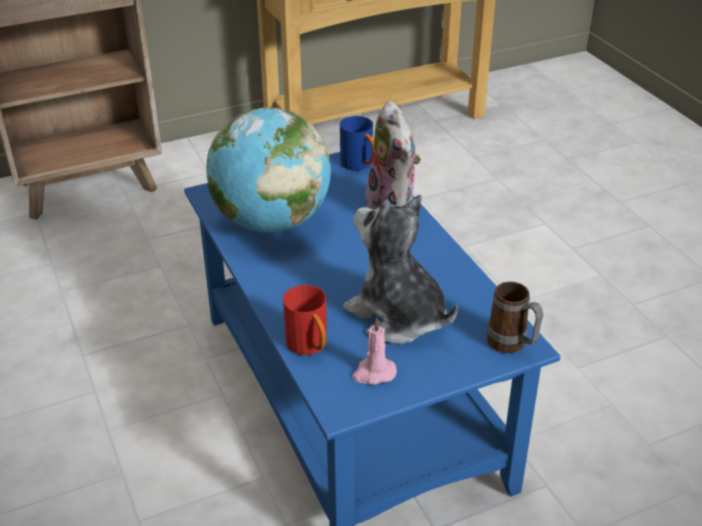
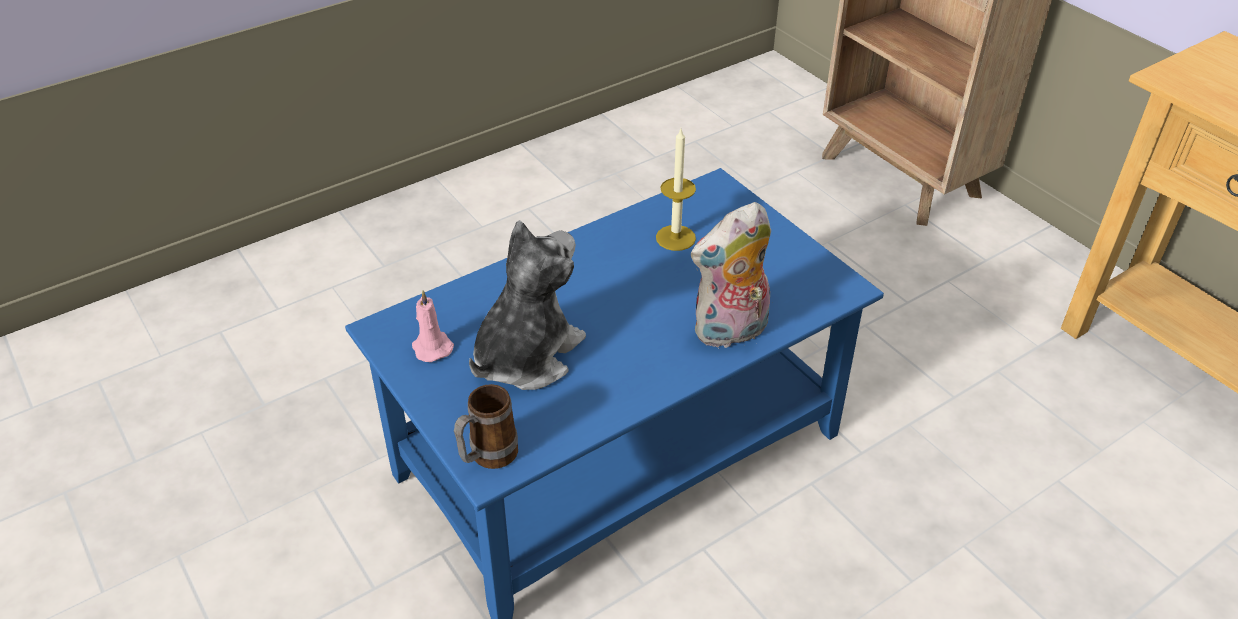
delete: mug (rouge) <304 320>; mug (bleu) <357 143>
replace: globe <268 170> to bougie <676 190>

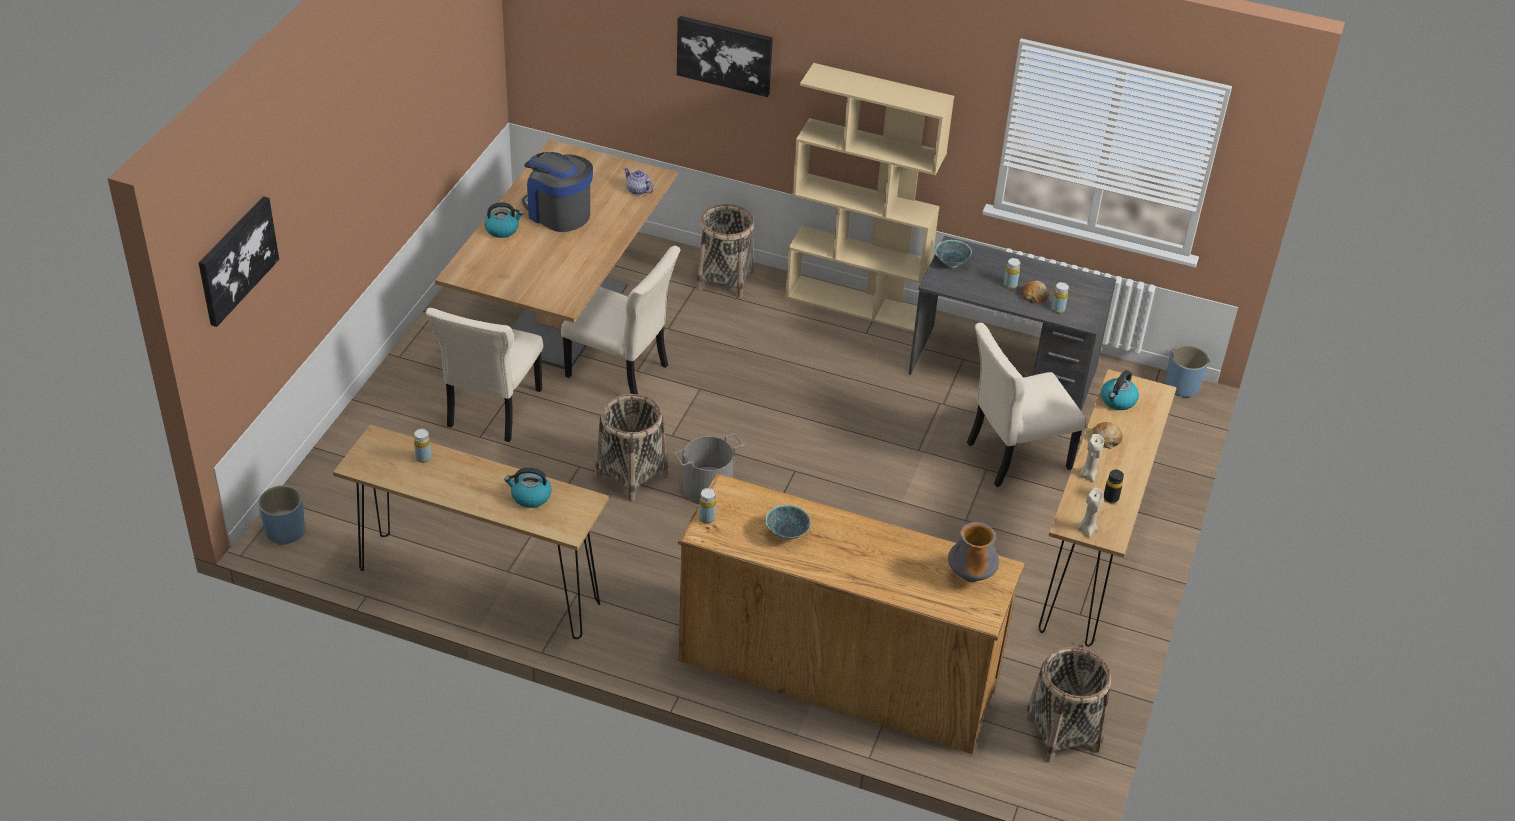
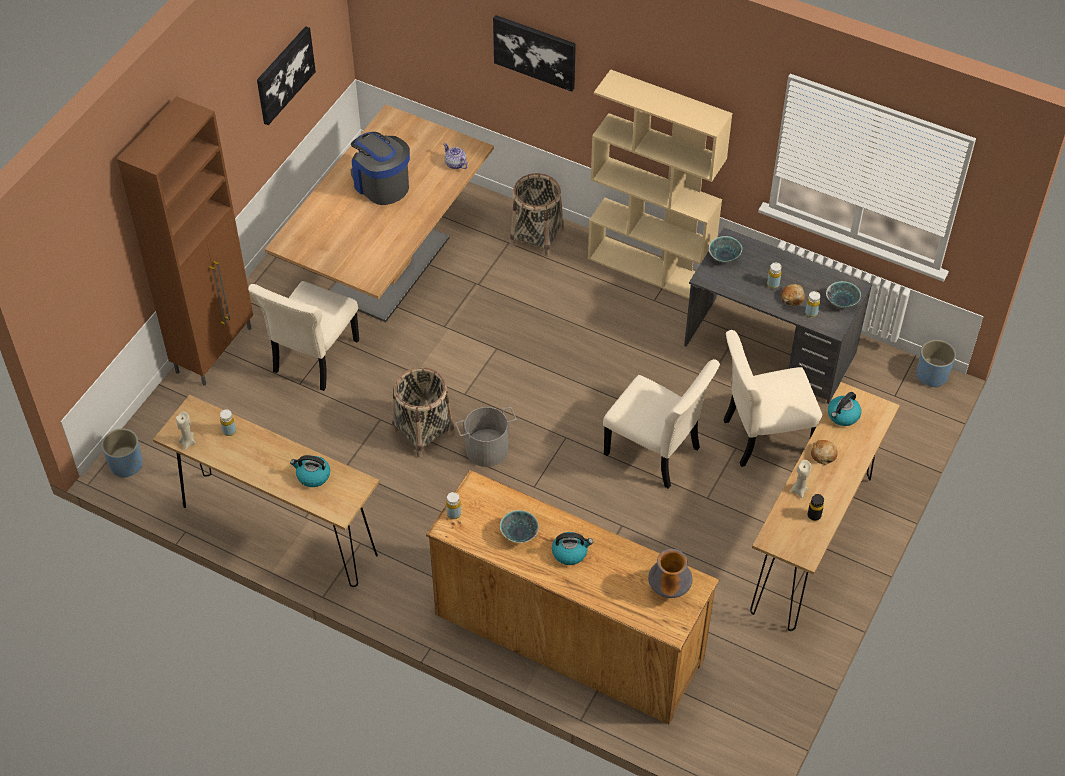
delete: panier <1067 704>
insert: meuble de rangement (marron) <185 241>; bol <843 294>
move: tableau <239 261> to <286 75>; bouilloire <504 220> to <572 548>; chaise (beige) <620 320> to <661 424>; bougie (beige) <1091 512> to <186 431>

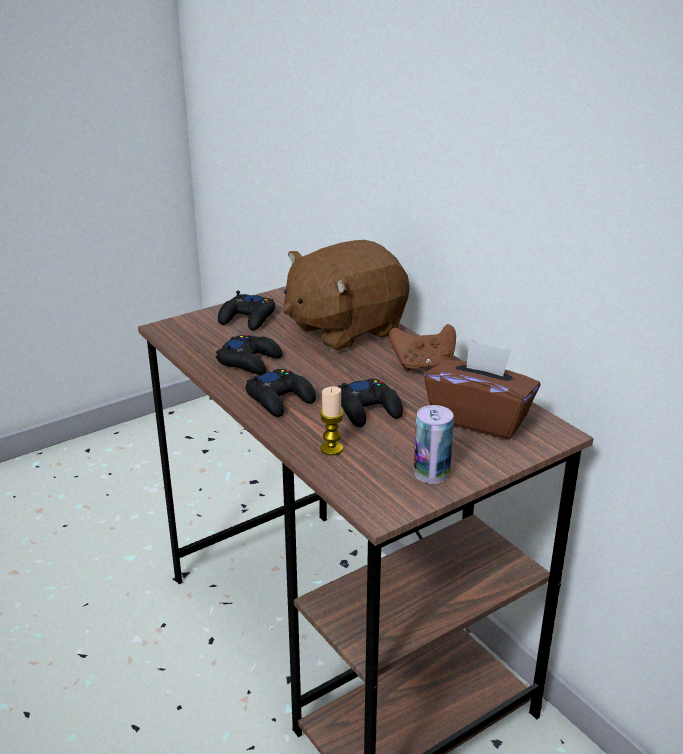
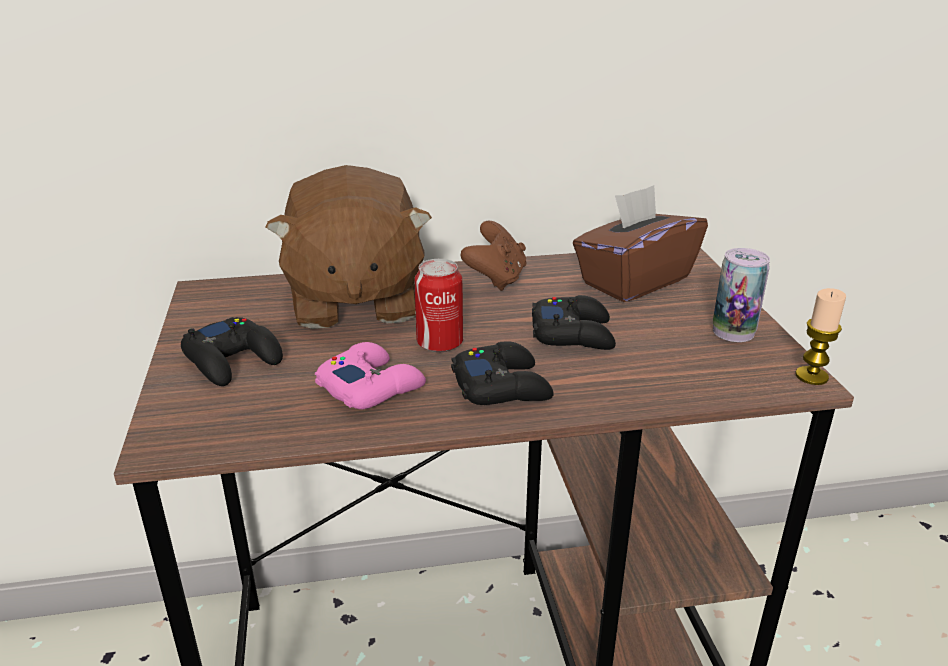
insert: boîte métallique <439 305>
move: bougie <332 421> to <820 336>
recolor: manette (noir) <249 355> to manette (rose) <370 375>

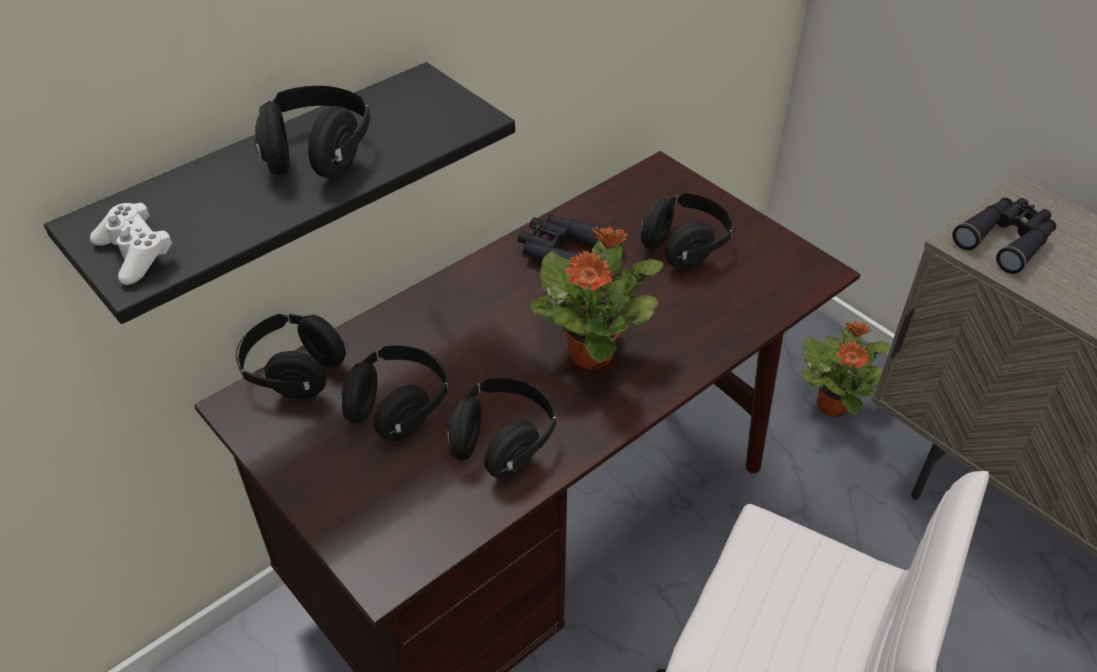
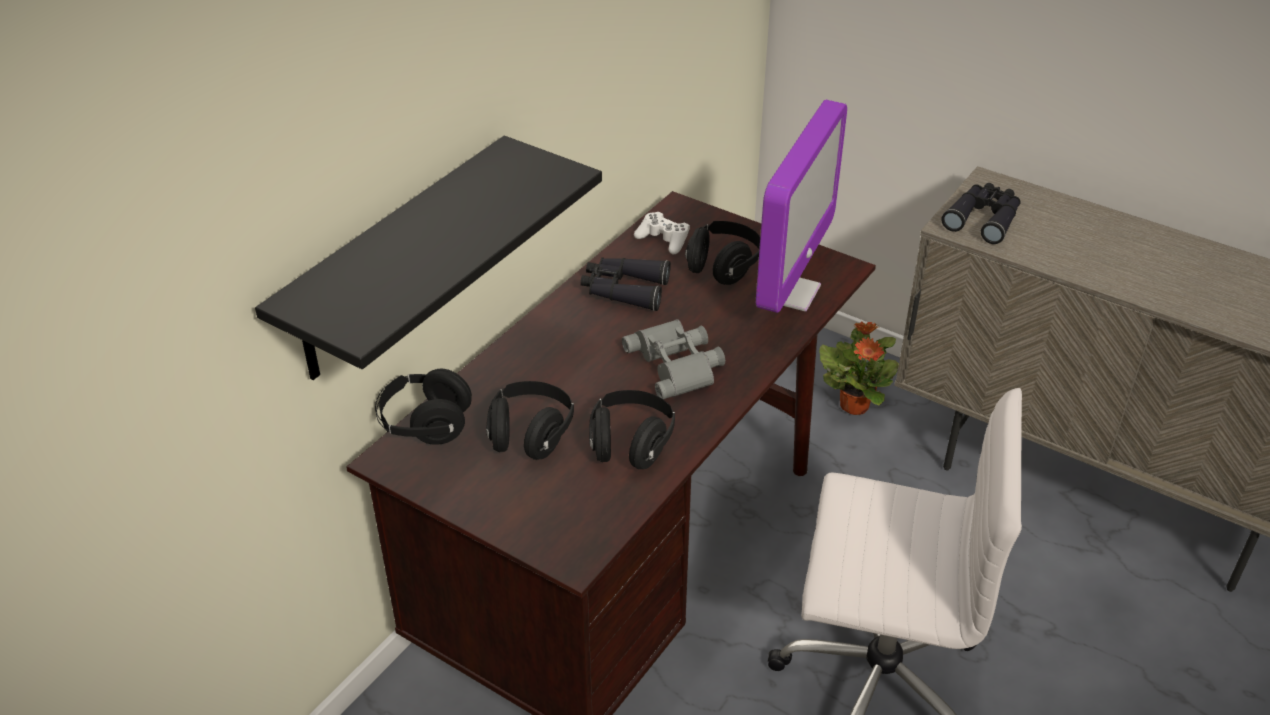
delete: casque audio (noir) <312 132>
insert: écran d'ordinateur <801 206>
move: manette (blanc) <131 244> to <662 233>
replace: plante en pot <597 298> to jumelles (gris) <673 359>

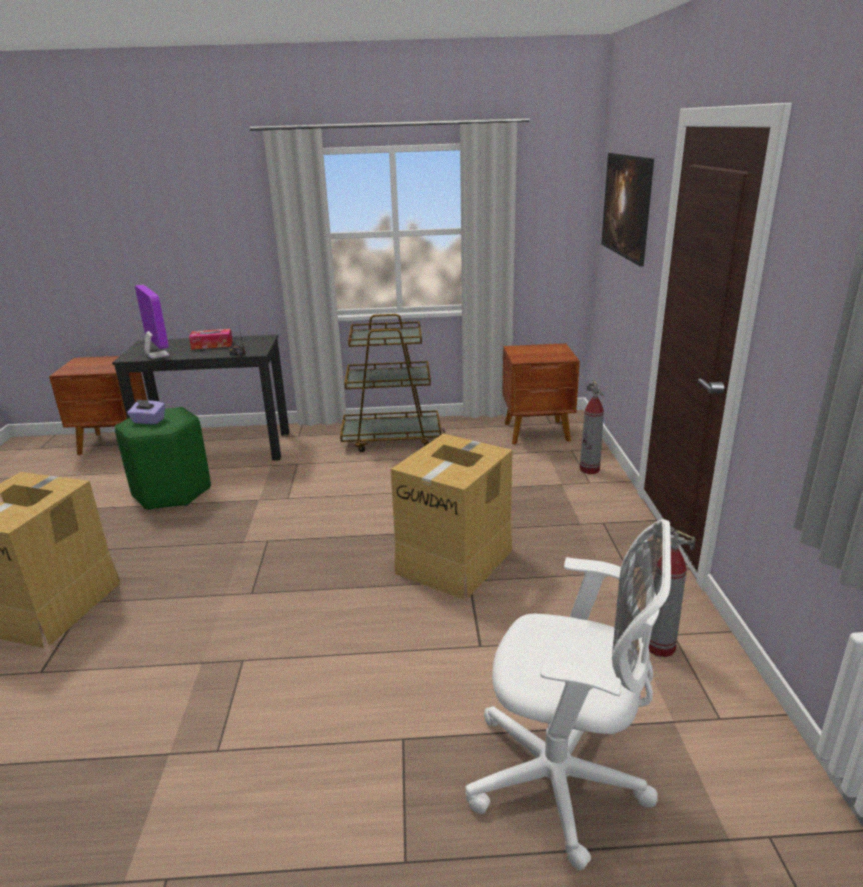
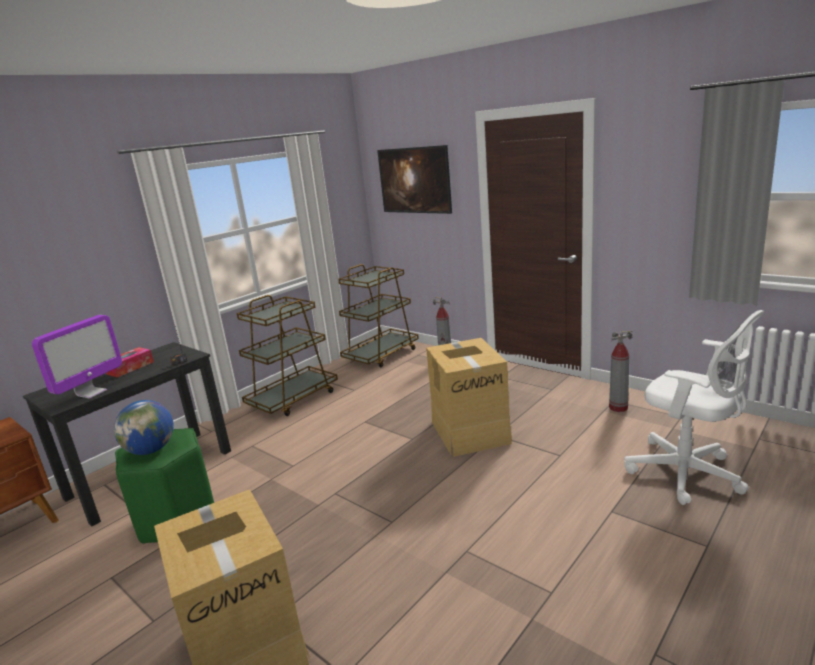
replace: boîte à mouchoirs (violet) <146 411> to globe <144 427>; table de chevet (marron) <541 394> to chariot (marron) <378 315>
rotate: écran d'ordinateur <152 322> = <77 357> 105 degrees clockwise; chaise de bureau (blanc) <568 694> = <694 407> 75 degrees clockwise

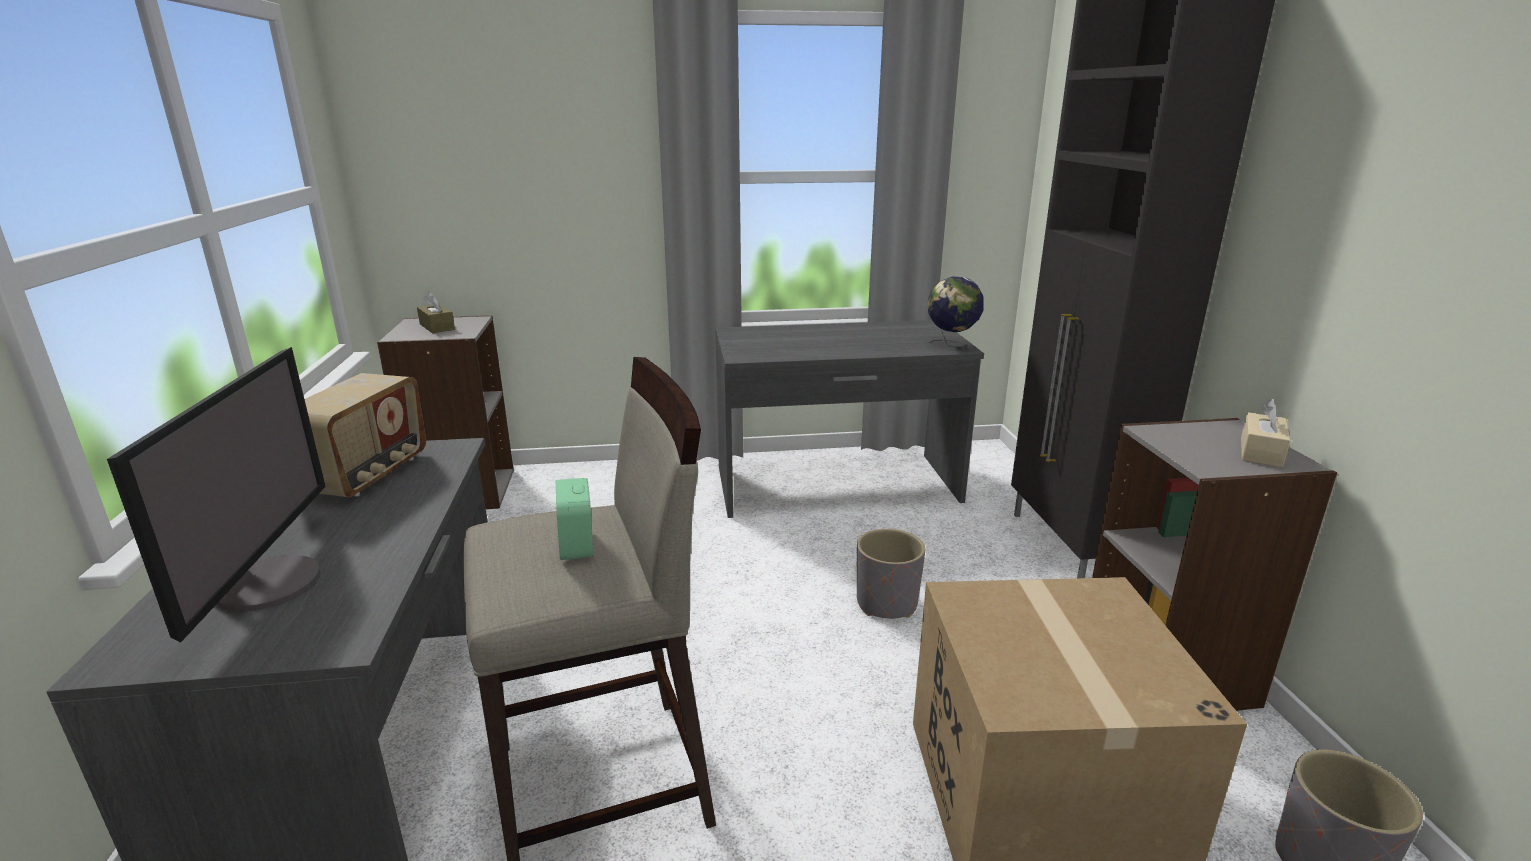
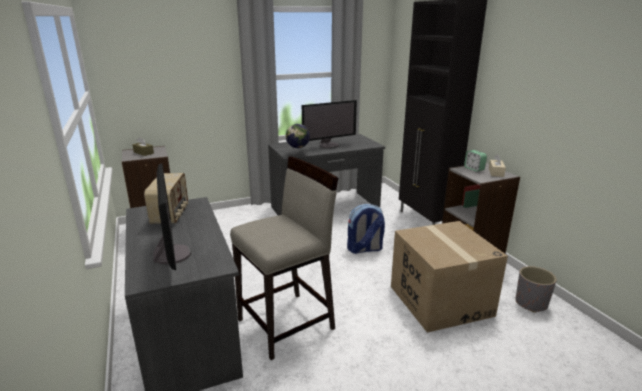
insert: écran d'ordinateur <329 124>
move: réveil <574 519> to <475 161>; globe <956 312> to <298 139>
replace: cache-pot (gris) <891 574> to sac à dos <366 229>

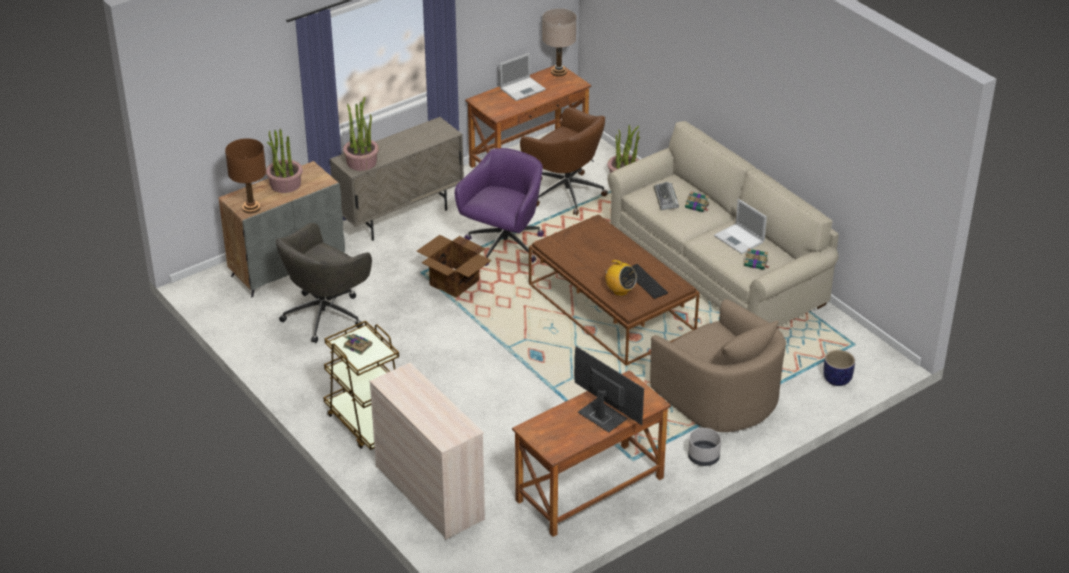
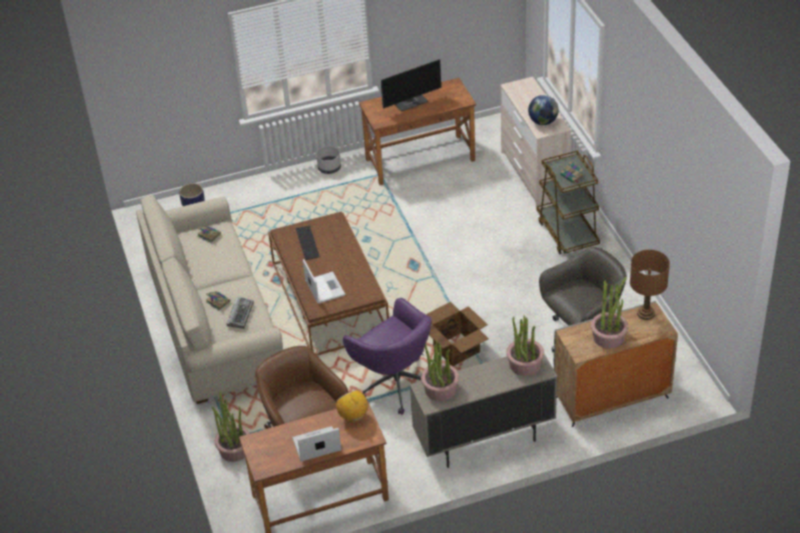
delete: lampe de table (beige) <559 42>; fauteuil (beige) <718 365>
insert: plante en pot <440 370>; globe <543 110>
move: radio <620 278> to <352 406>; ordinateur portable <740 226> to <324 281>
rotate: chaise de bureau (violet) <499 207> = <387 356> 90 degrees counterclockwise; écran d'ordinateur <609 389> = <411 85> 90 degrees counterclockwise

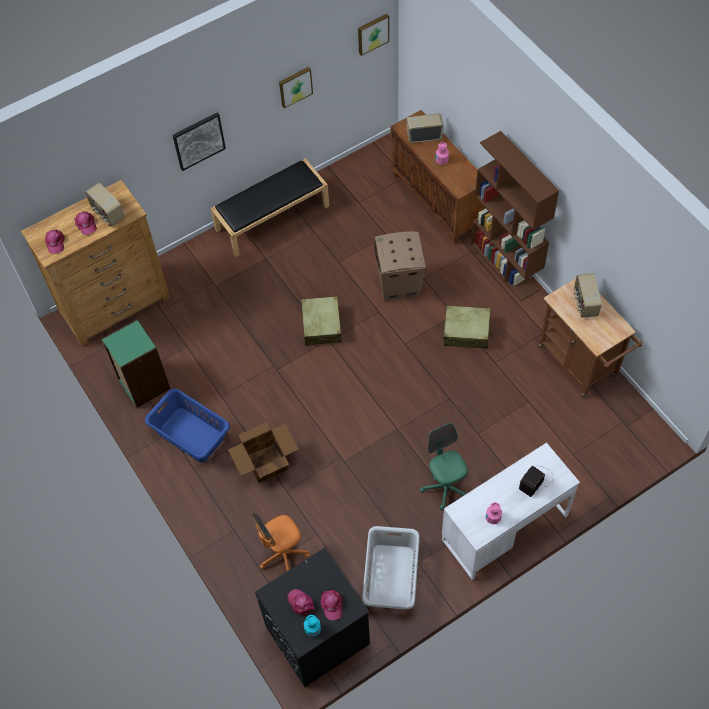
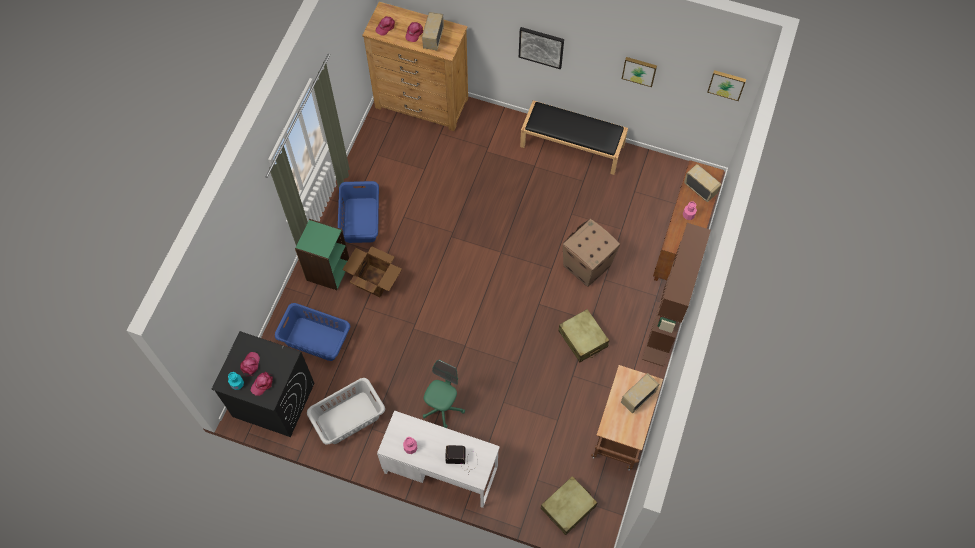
move: bibliothèque (vert) <135 363> to <322 254>; valise (beige) <321 320> to <569 505>
replace: chaise de bureau (orange) <281 542> to panier à linge (bleu) <312 332>

